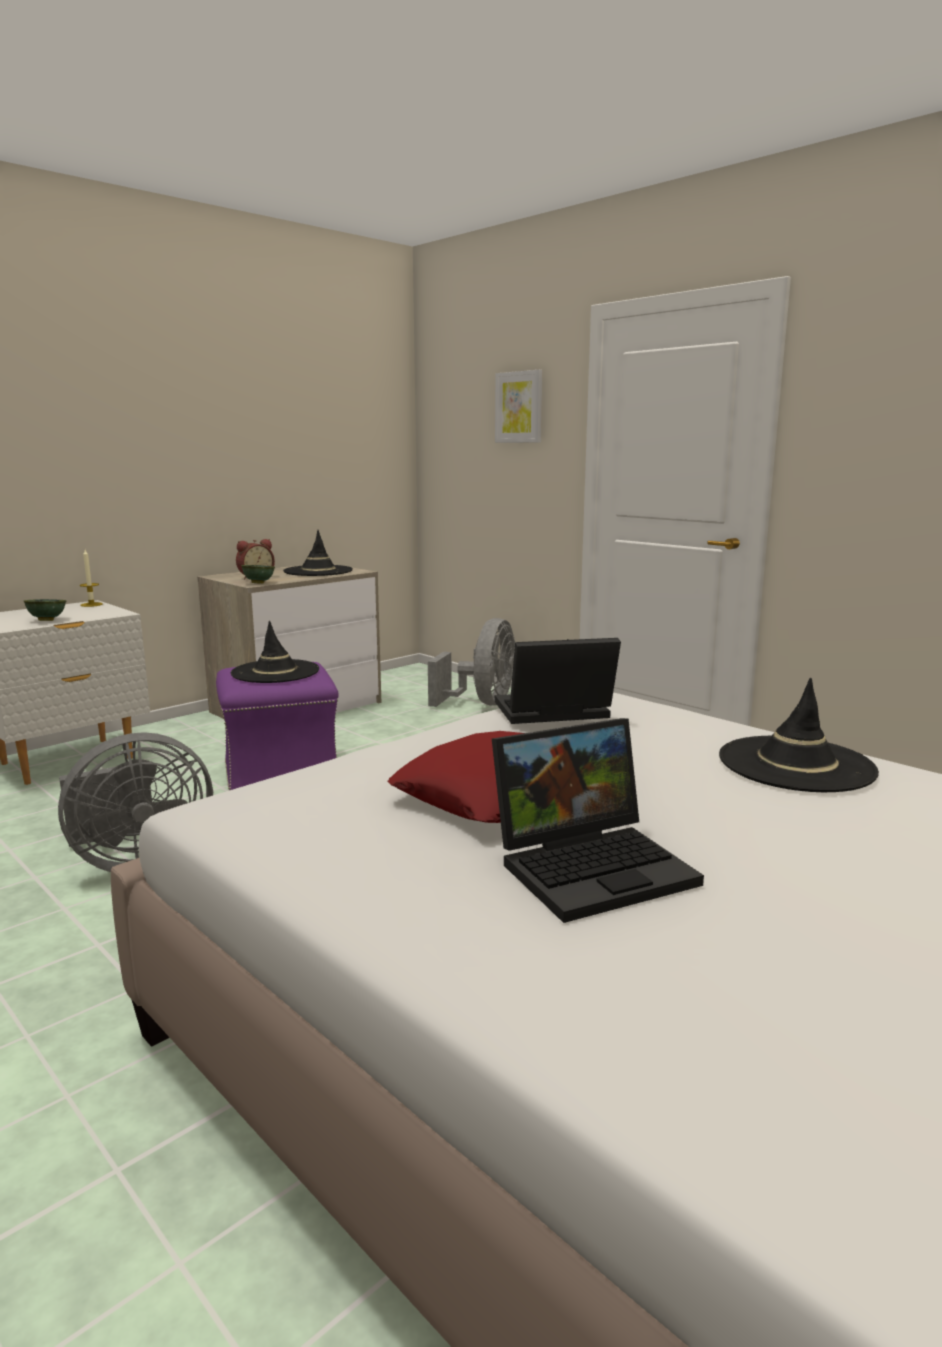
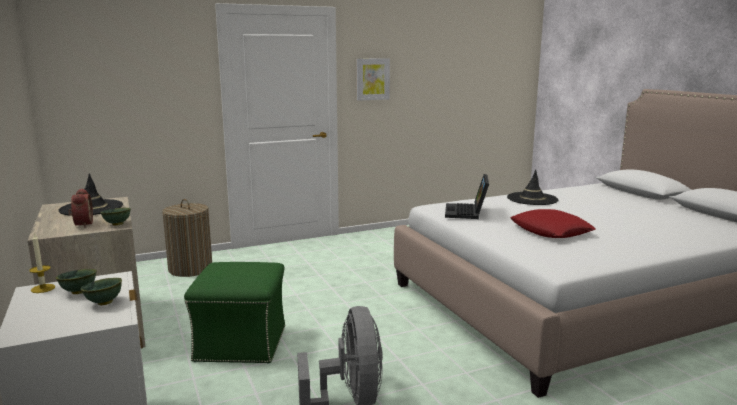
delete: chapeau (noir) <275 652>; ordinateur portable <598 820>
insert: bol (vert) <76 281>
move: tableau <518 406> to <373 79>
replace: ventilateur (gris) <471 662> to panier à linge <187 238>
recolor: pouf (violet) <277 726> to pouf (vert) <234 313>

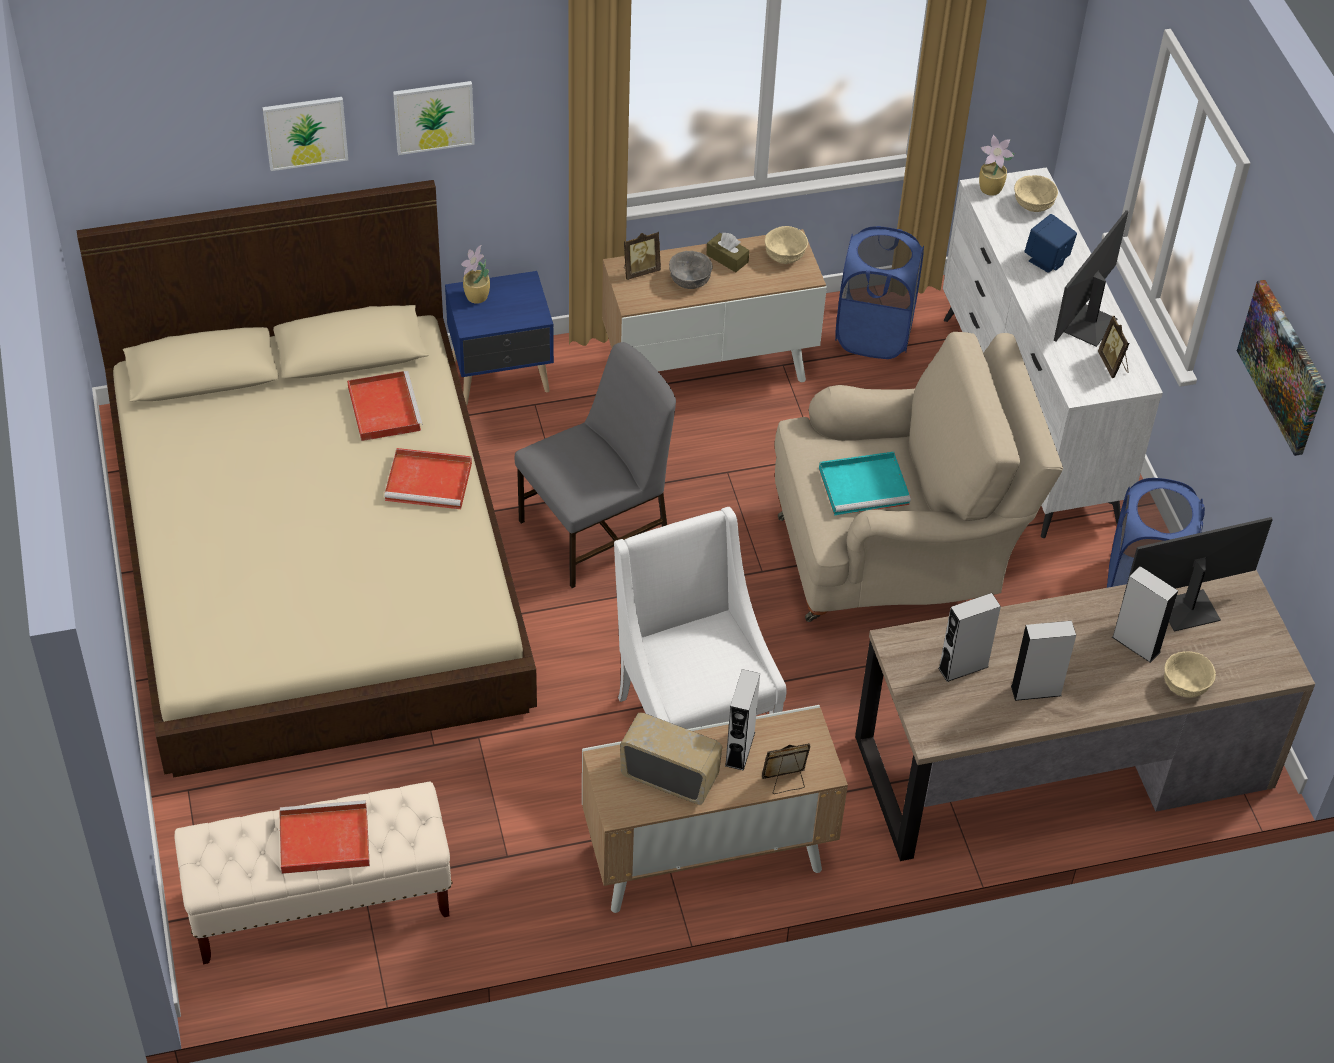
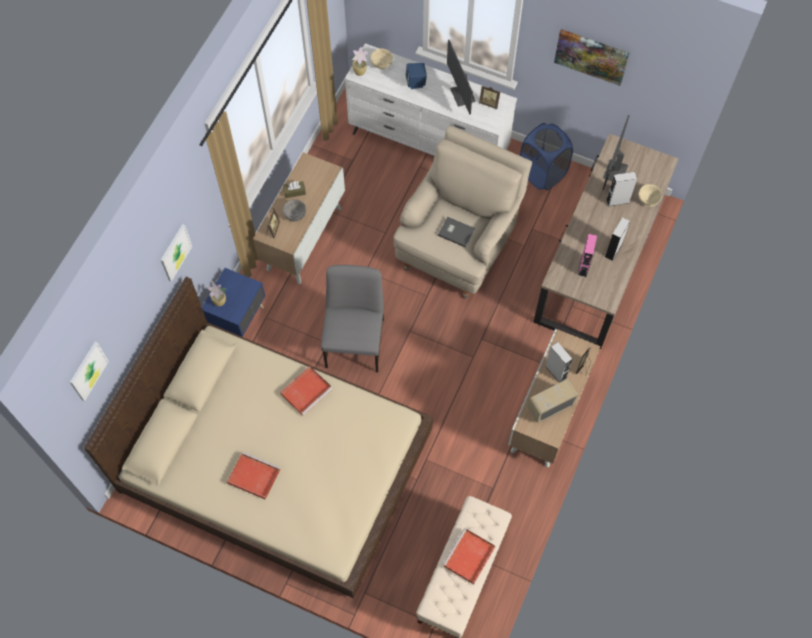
delete: fauteuil (blanc) <700 618>; bol (beige) <786 245>; panier à linge (bleu) <879 292>
move: tableau <305 134> to <89 371>; plateau (rouge) <385 406> to <253 476>
replace: plateau (turquoise) <865 484> to livre (gris) <456 232>
recolor: enceinte (gris) <969 637> to enceinte (rose) <587 255>

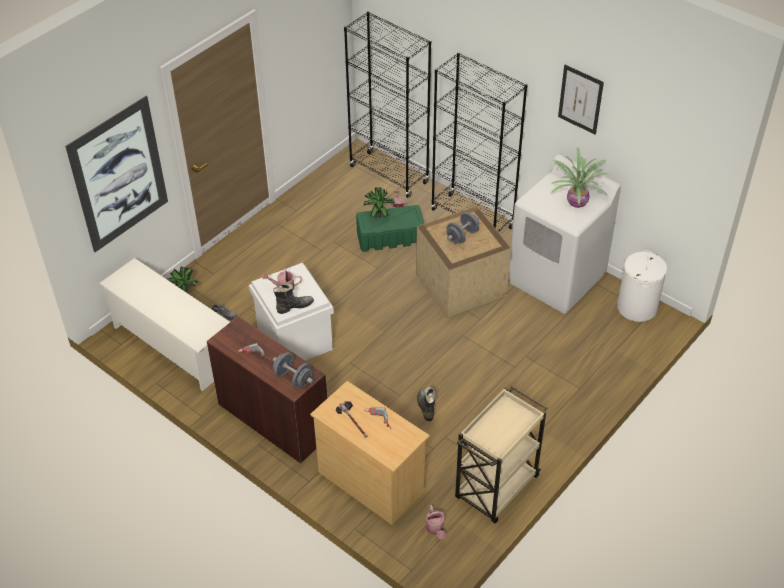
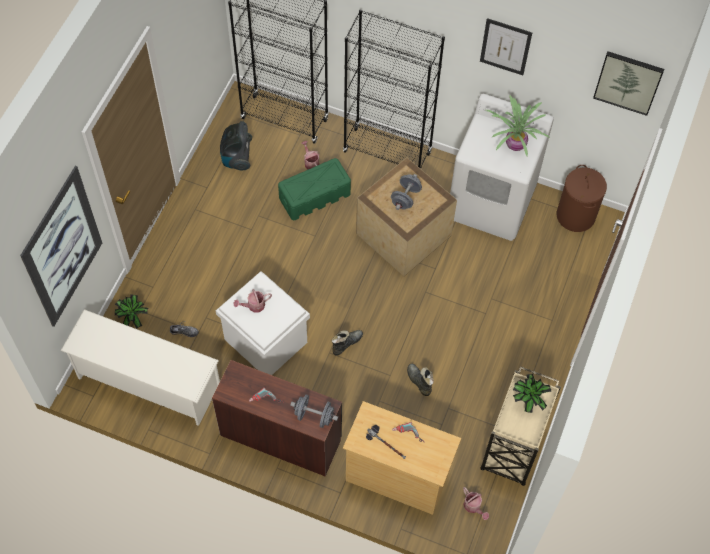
insert: aspirateur <236 146>; tableau <628 83>
move: botte (noir) <293 299> to <347 343>; plante en pot <379 202> to <532 393>
recolor: panier à linge (blanc) <642 286> to panier à linge (marron) <582 198>

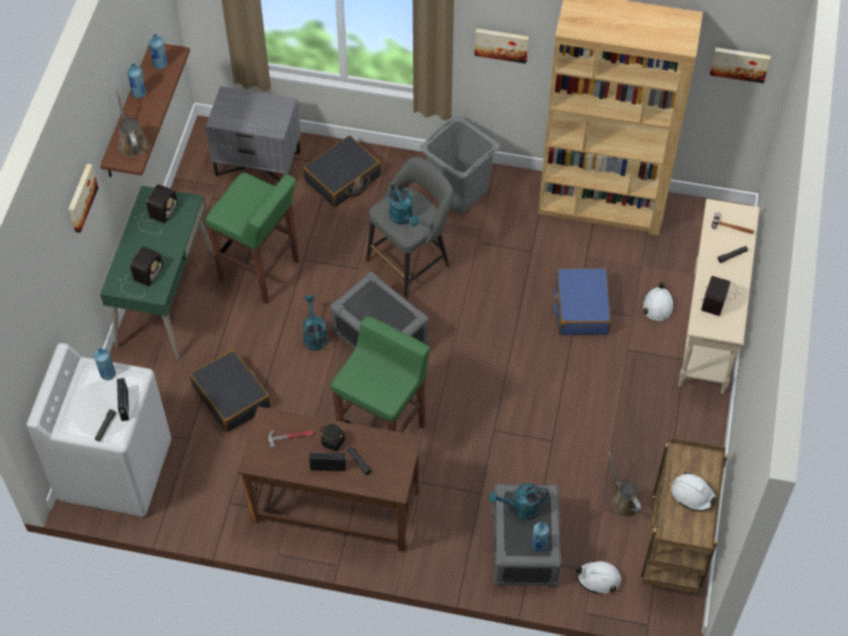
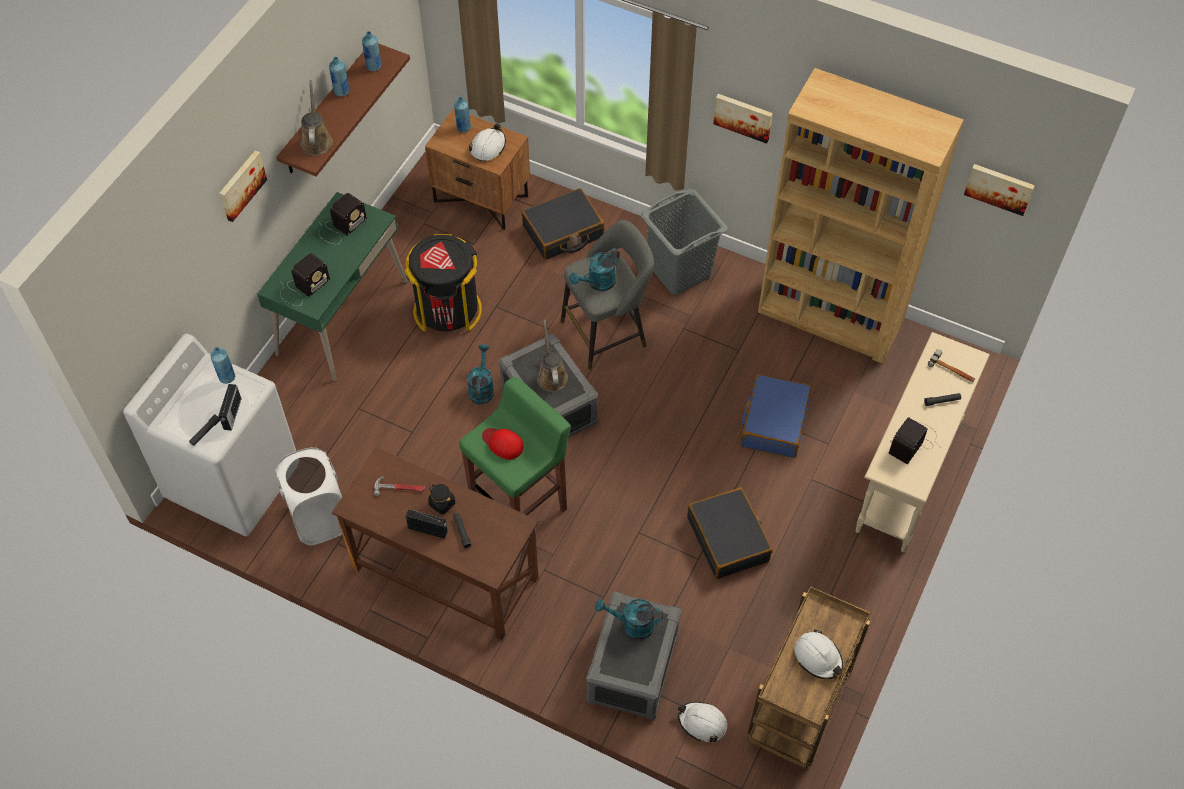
insert: panier à linge (blanc) <308 496>; casquette (rouge) <503 444>
move: valise (noir) <230 390> to <730 533>; bouteille (bleu) <540 536> to <462 115>; arrosoir (marron) <624 484> to <552 356>; casque de chantier (blanc) <658 302> to <487 142>
replace: tabouret (vert) <252 238> to poubelle (noir) <443 283>
recolor: table de chevet (gris) <253 133> to table de chevet (marron) <477 169>
rotate: arrosoir (turquoise) <404 204> = <594 269> 60 degrees clockwise

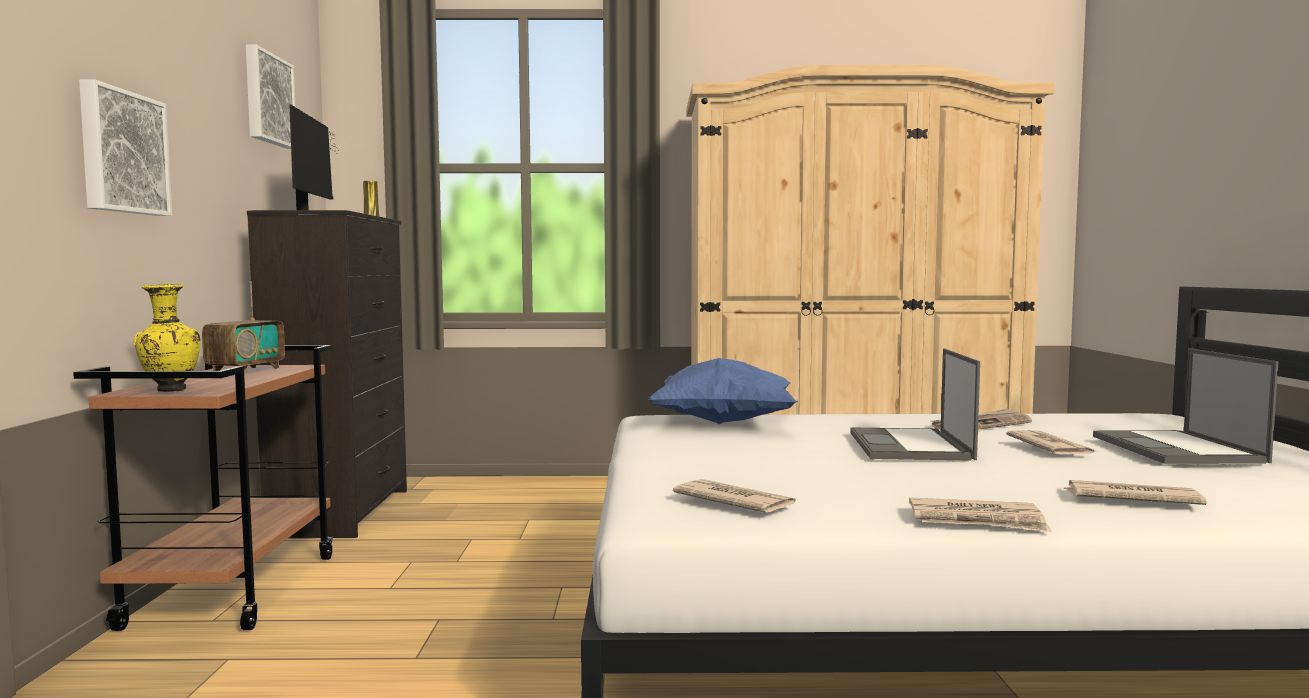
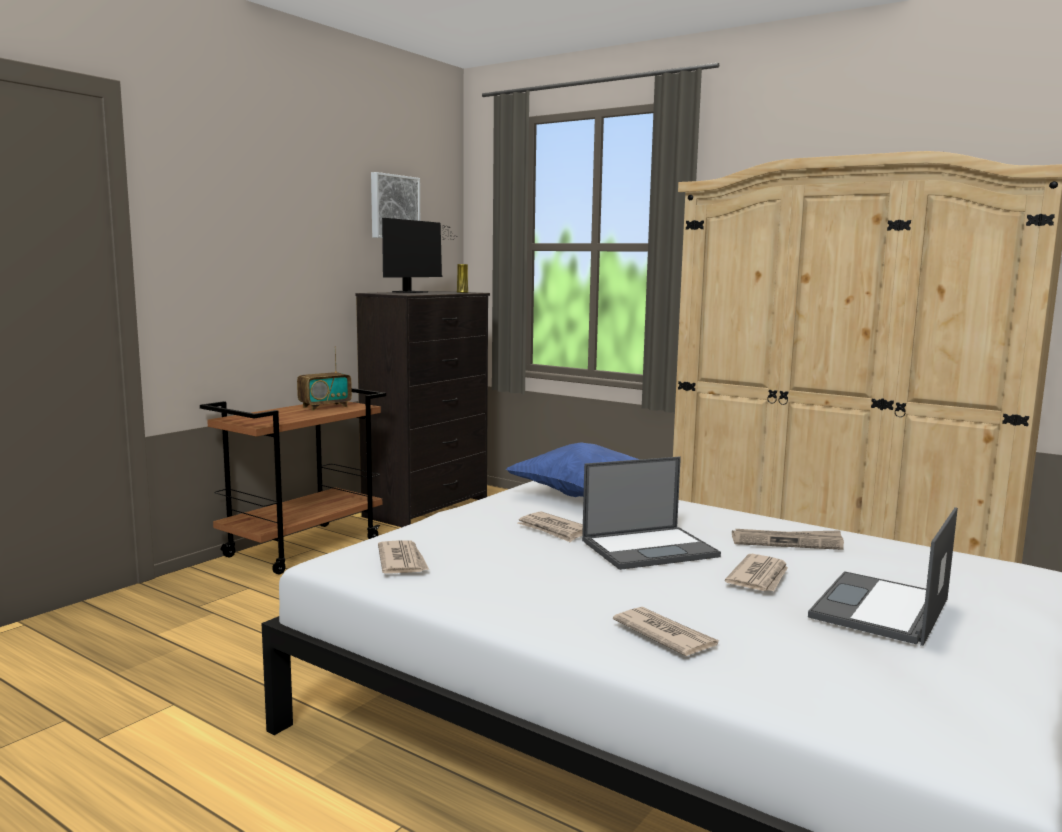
delete: tableau <125 147>; vase (jaune) <167 338>
move: journal <980 515> to <550 527>
rotate: ordinateur portable <915 404> = <651 513> 150 degrees counterclockwise

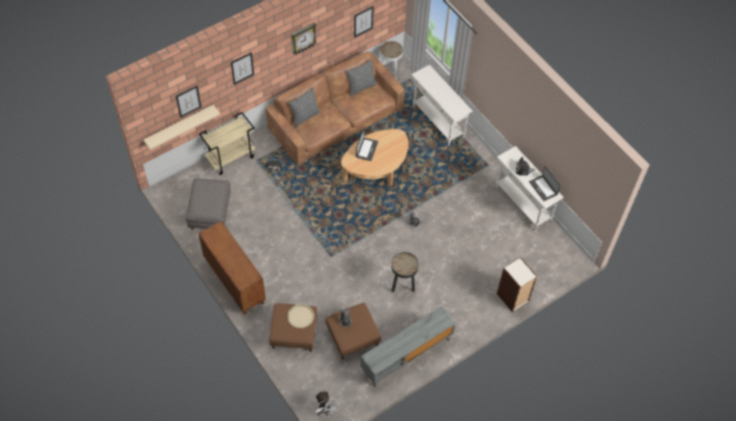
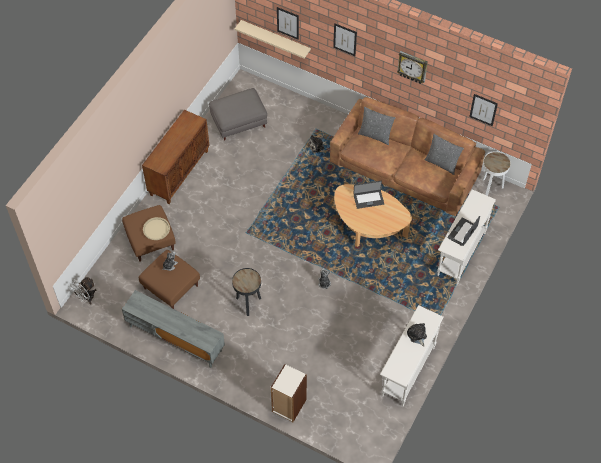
delete: chariot (beige) <227 143>
move: ordinateur portable <545 183> to <463 231>

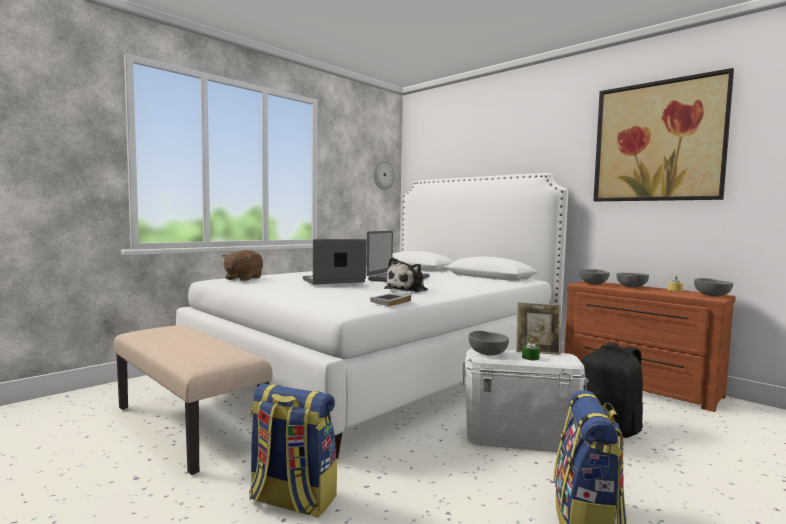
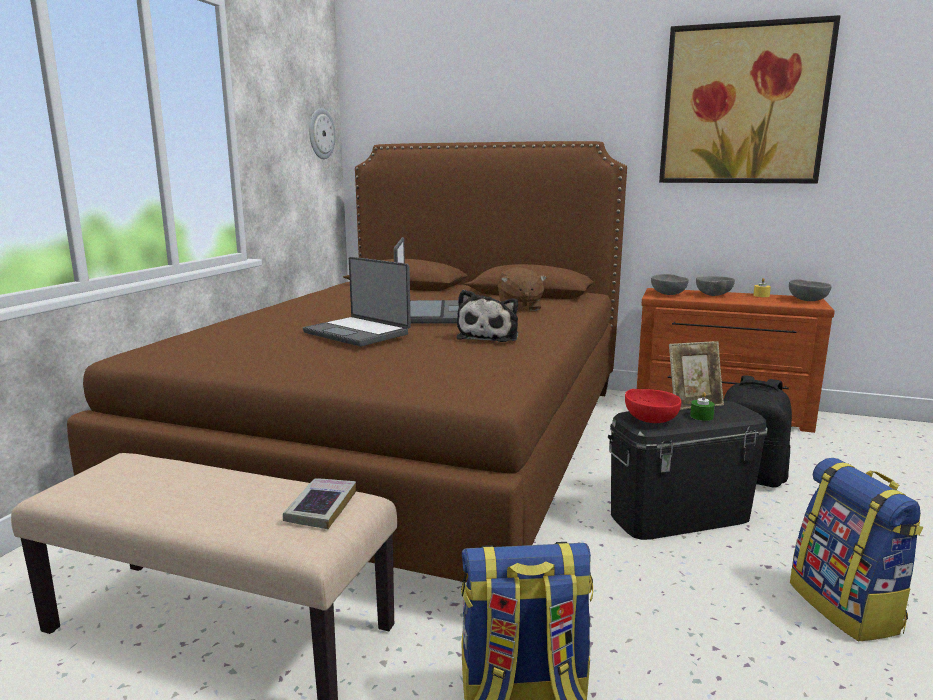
move: peluche (marron) <243 265> to <522 289>; livre <390 299> to <319 503>
recolor: lit (blanc) <372 316> to lit (marron) <347 362>; boîte de rangement (blanc) <525 400> to boîte de rangement (noir) <688 470>; bol (gris) <489 343> to bol (rouge) <653 406>
rotate: ordinateur portable <334 261> = <357 301> 90 degrees counterclockwise

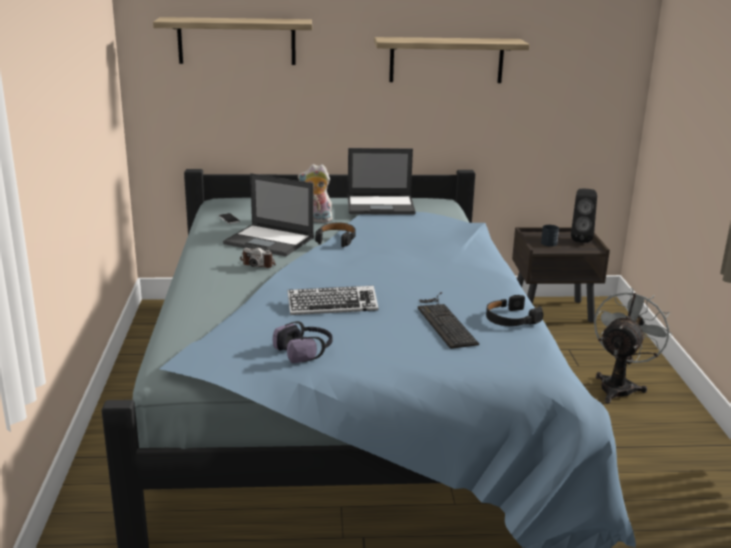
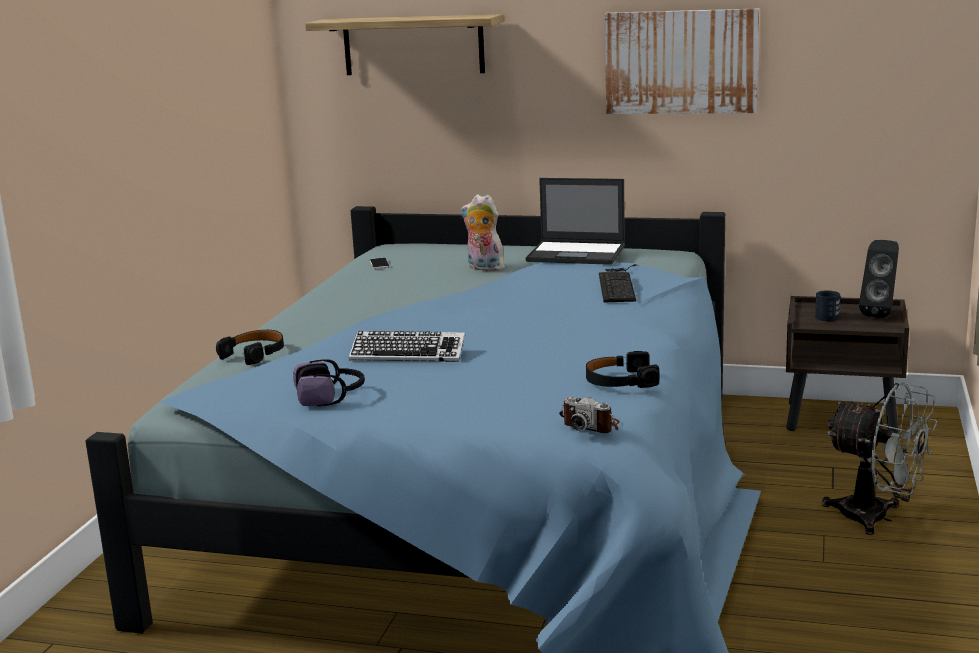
delete: ordinateur portable <268 214>
move: appareil photo <258 258> to <589 415>; casque audio (noir) <335 234> to <250 347>; clavier <448 320> to <617 283>
replace: étagère <452 60> to tableau <682 61>
rotate: ventilateur (gris) <633 346> = <880 458> 75 degrees clockwise

